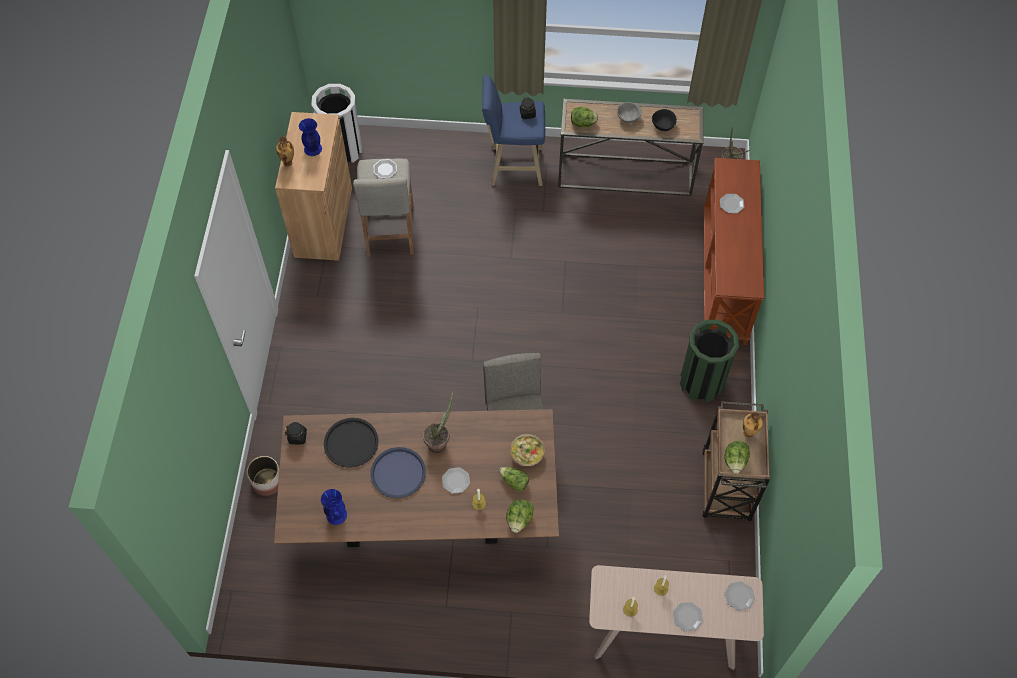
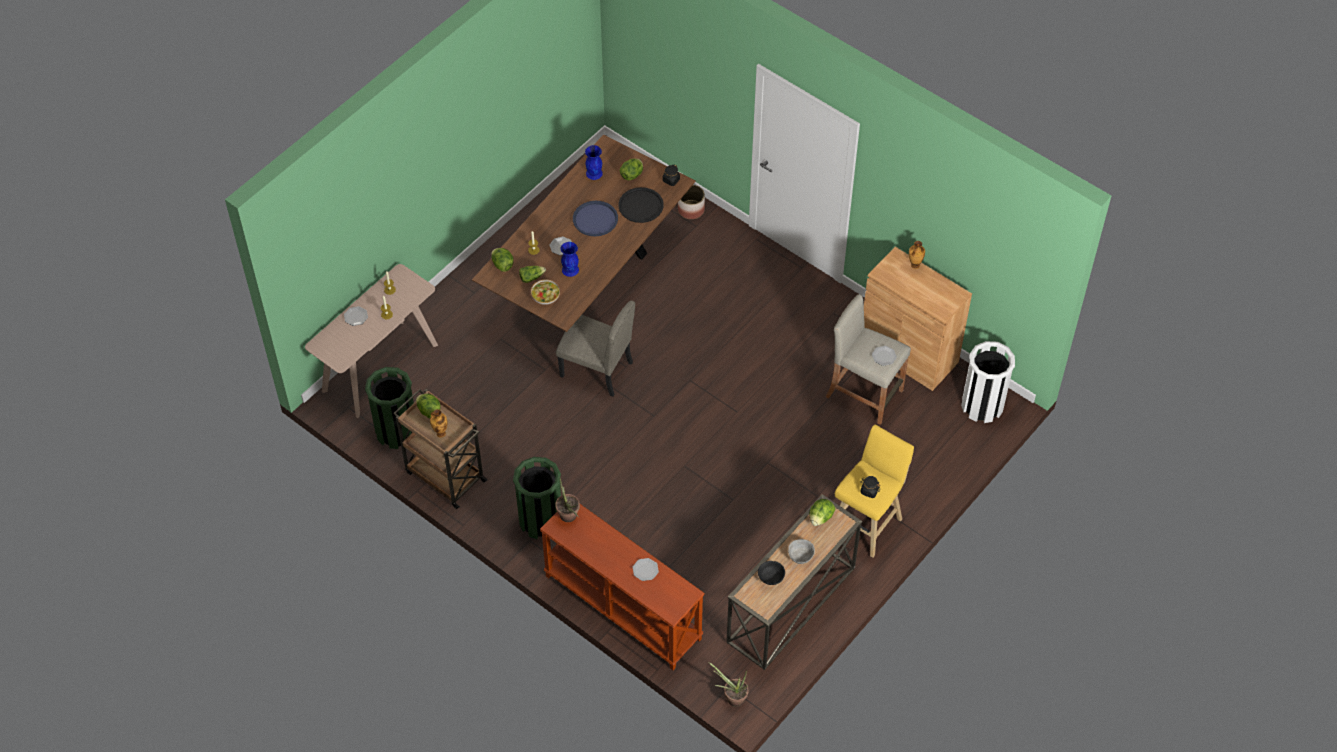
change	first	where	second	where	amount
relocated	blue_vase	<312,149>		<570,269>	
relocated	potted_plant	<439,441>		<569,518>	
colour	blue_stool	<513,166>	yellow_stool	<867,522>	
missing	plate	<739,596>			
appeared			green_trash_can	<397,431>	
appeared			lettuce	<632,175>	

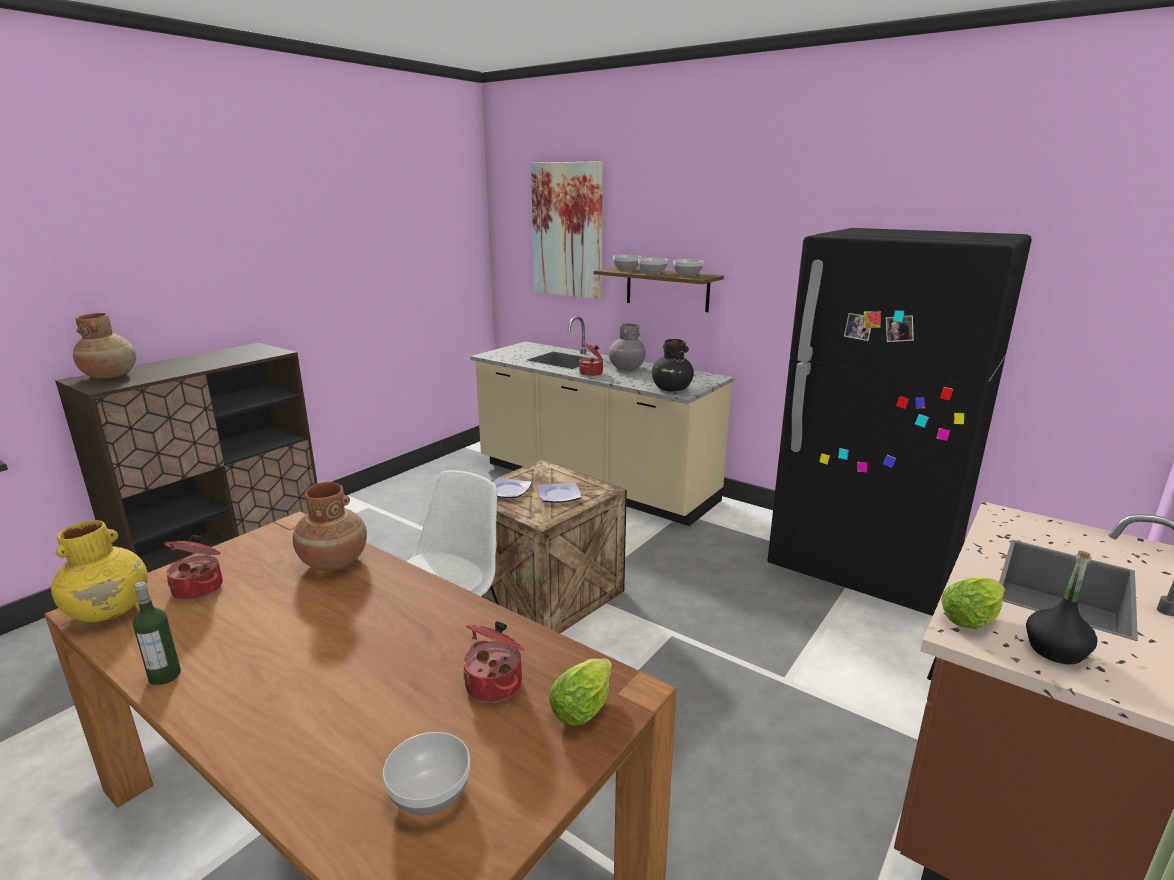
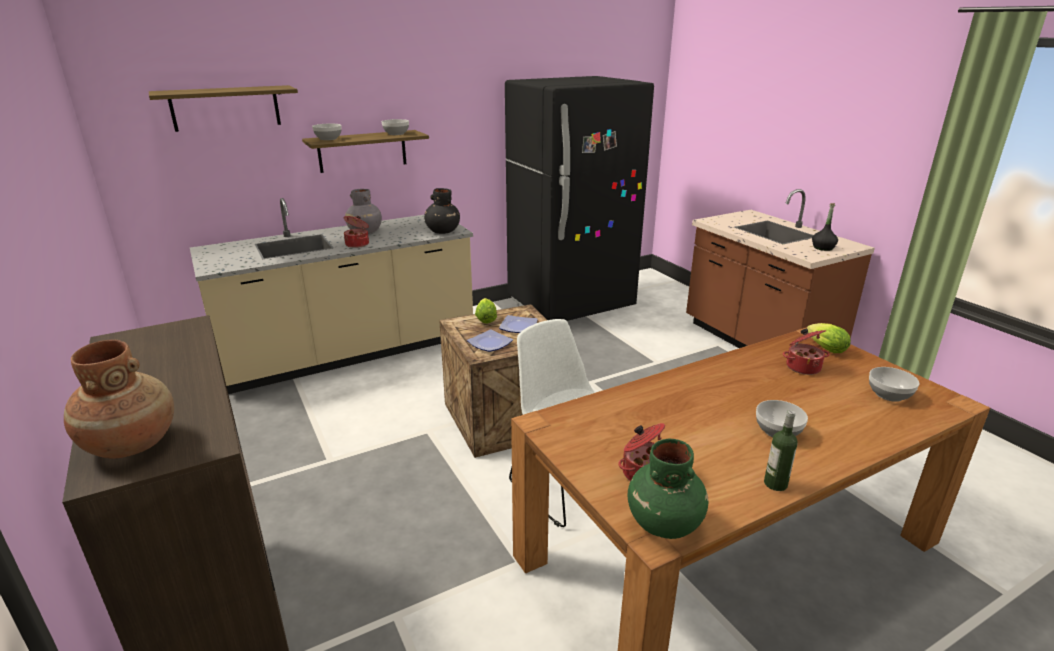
change	first	where	second	where	amount
colour	yellow_vase	<110,610>	green_vase	<664,522>	
missing	brown_vase	<334,562>			
exchanged	picture	<567,230>	shelf	<225,108>	
relocated	bowl	<652,273>		<777,431>	
relocated	lettuce	<972,618>		<486,319>	

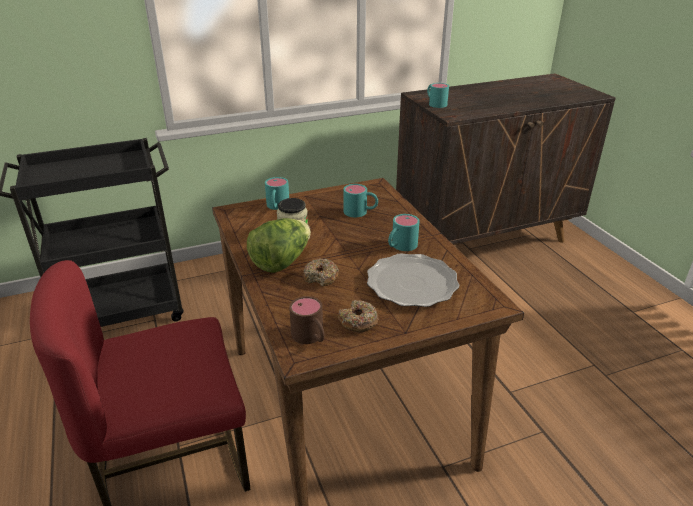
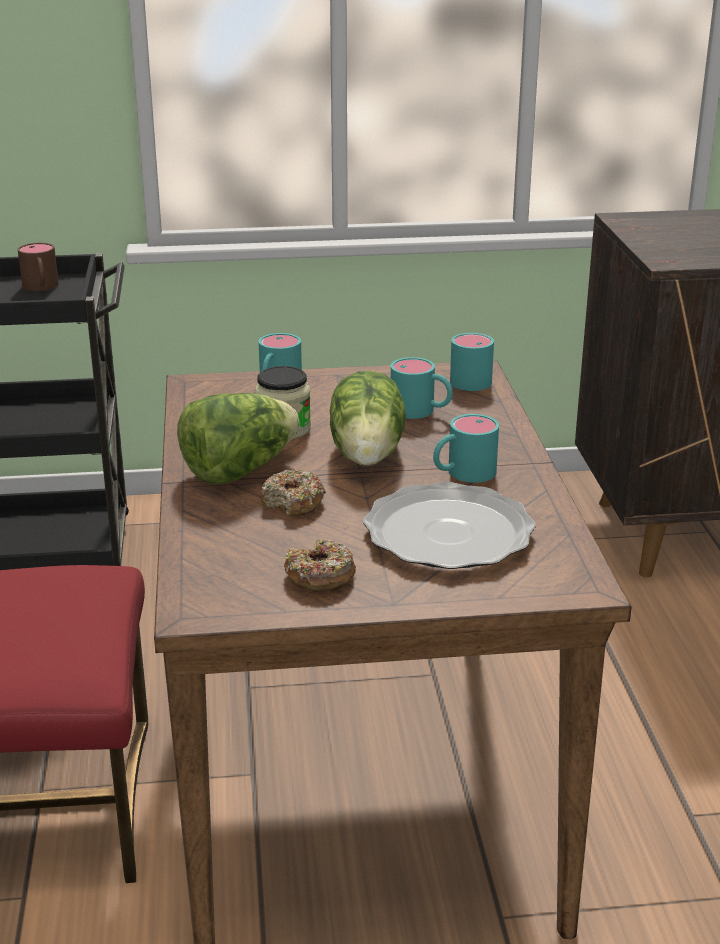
change	first	where	second	where	amount
relocated	brown_mug	<311,337>		<41,287>	
relocated	turquoise_mug	<435,103>		<467,378>	
appeared			lettuce	<369,454>	

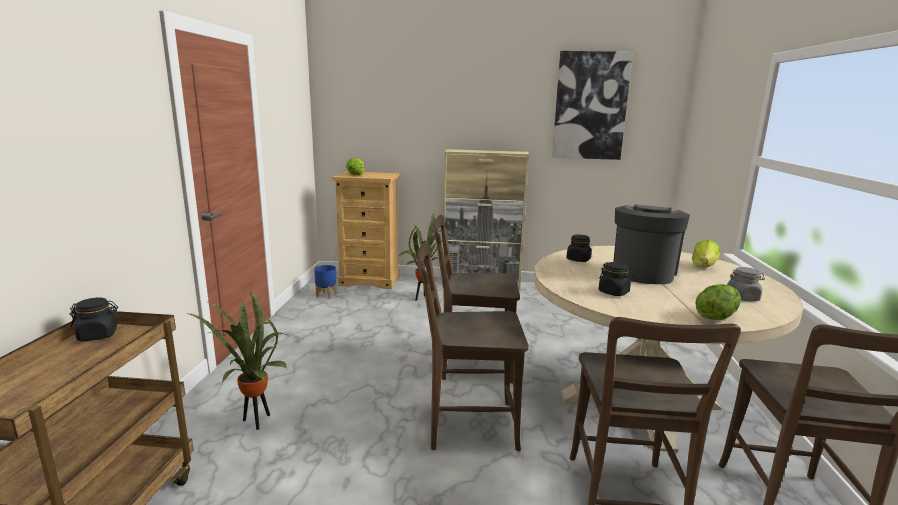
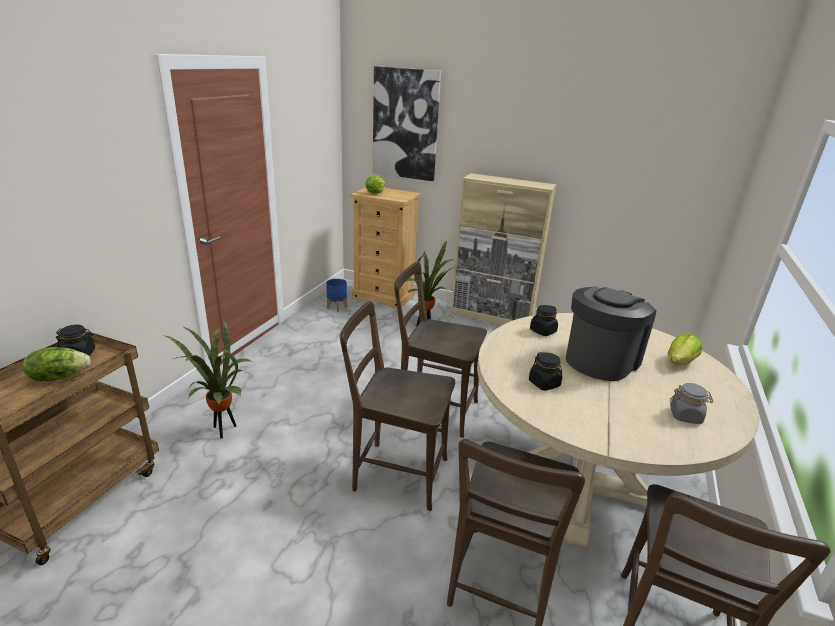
change	first	where	second	where	amount
relocated	picture	<590,106>		<405,124>	
relocated	lettuce	<715,316>		<59,377>	

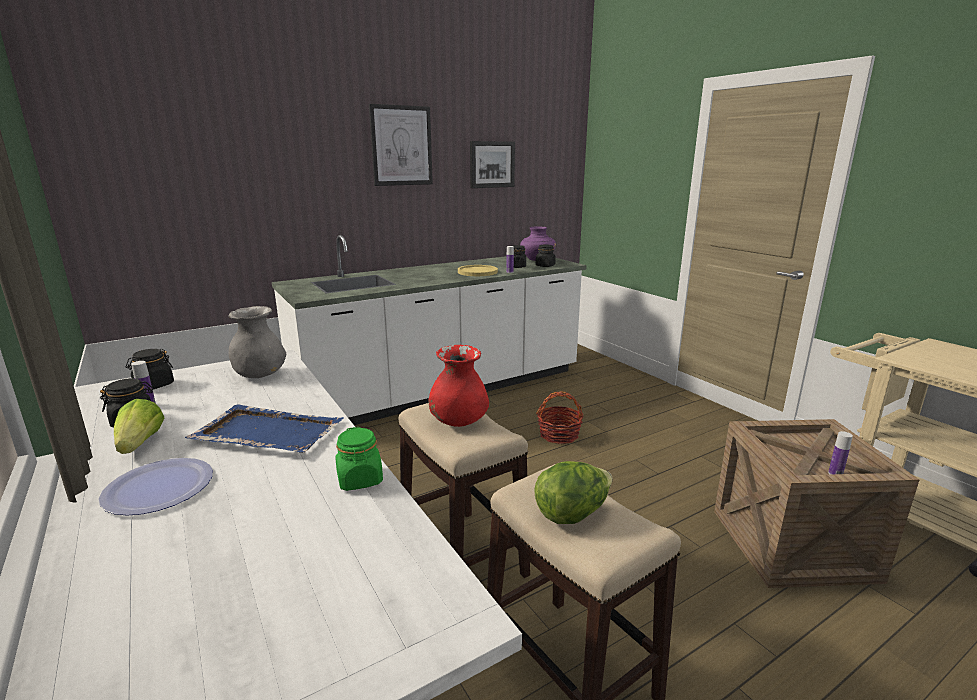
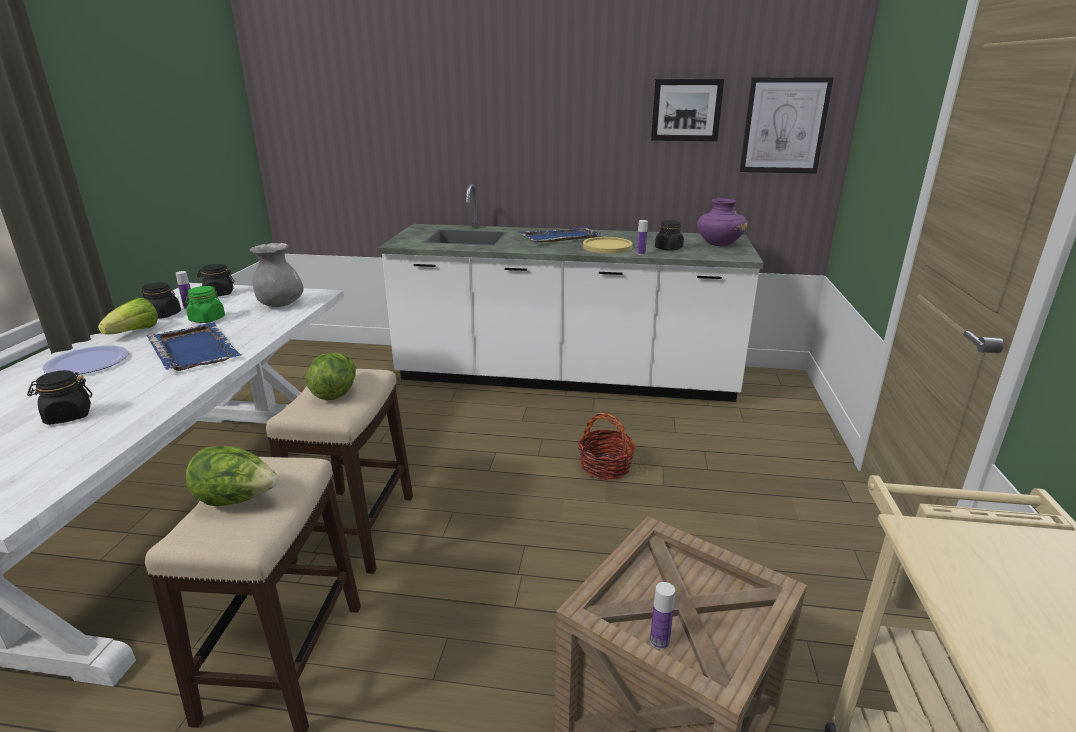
change	first	where	second	where	amount
relocated	green_jar	<360,479>		<207,319>	
relocated	picture	<401,146>		<784,126>	
exchanged	red_vase	<458,421>	lettuce	<335,392>	
relocated	black_jar	<545,266>		<68,416>	
appeared			blue_tray	<559,237>	

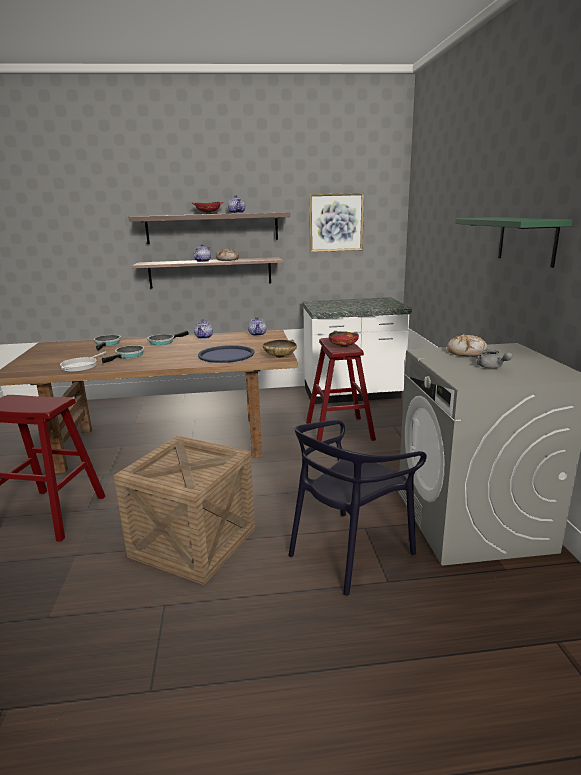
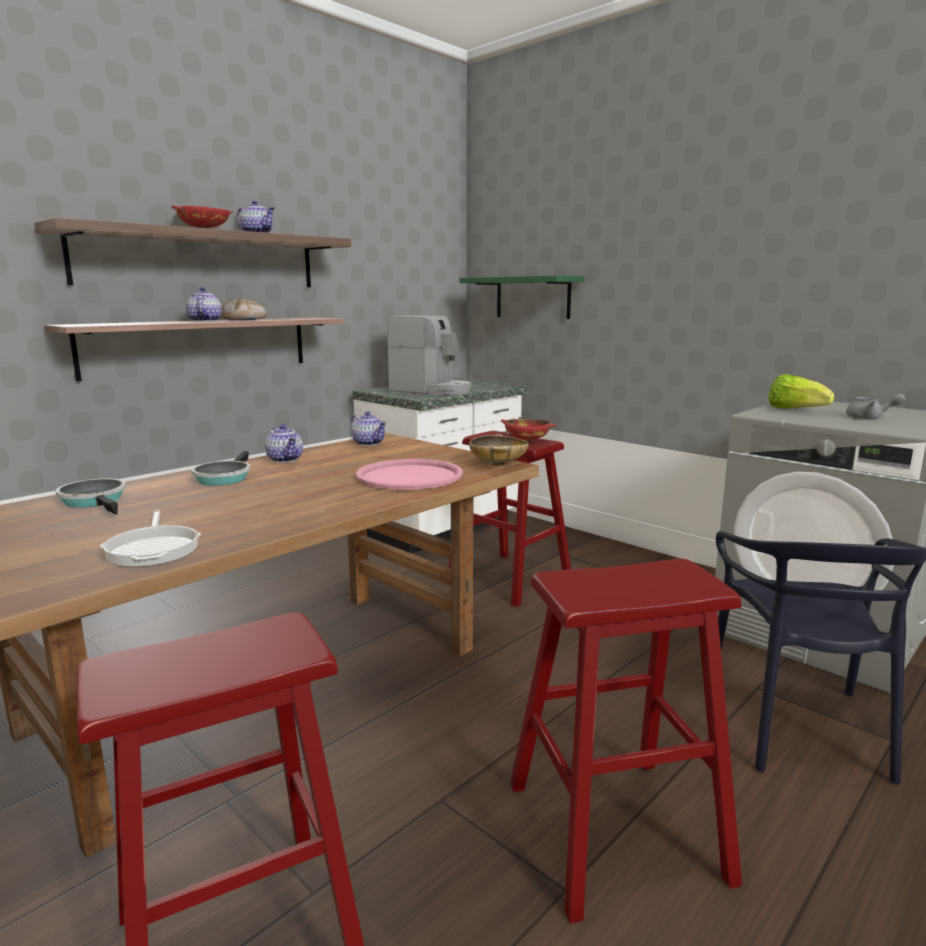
change	first	where	second	where	amount
missing	frying_pan	<128,356>			
exchanged	crate	<193,542>	red_stool	<614,831>	
colour	blue_tray	<226,355>	pink_tray	<409,476>	
missing	picture	<336,222>			
exchanged	bread	<466,352>	lettuce	<795,410>	
relocated	green_shelf	<527,240>		<532,297>	
appeared			coffee_machine	<432,390>	

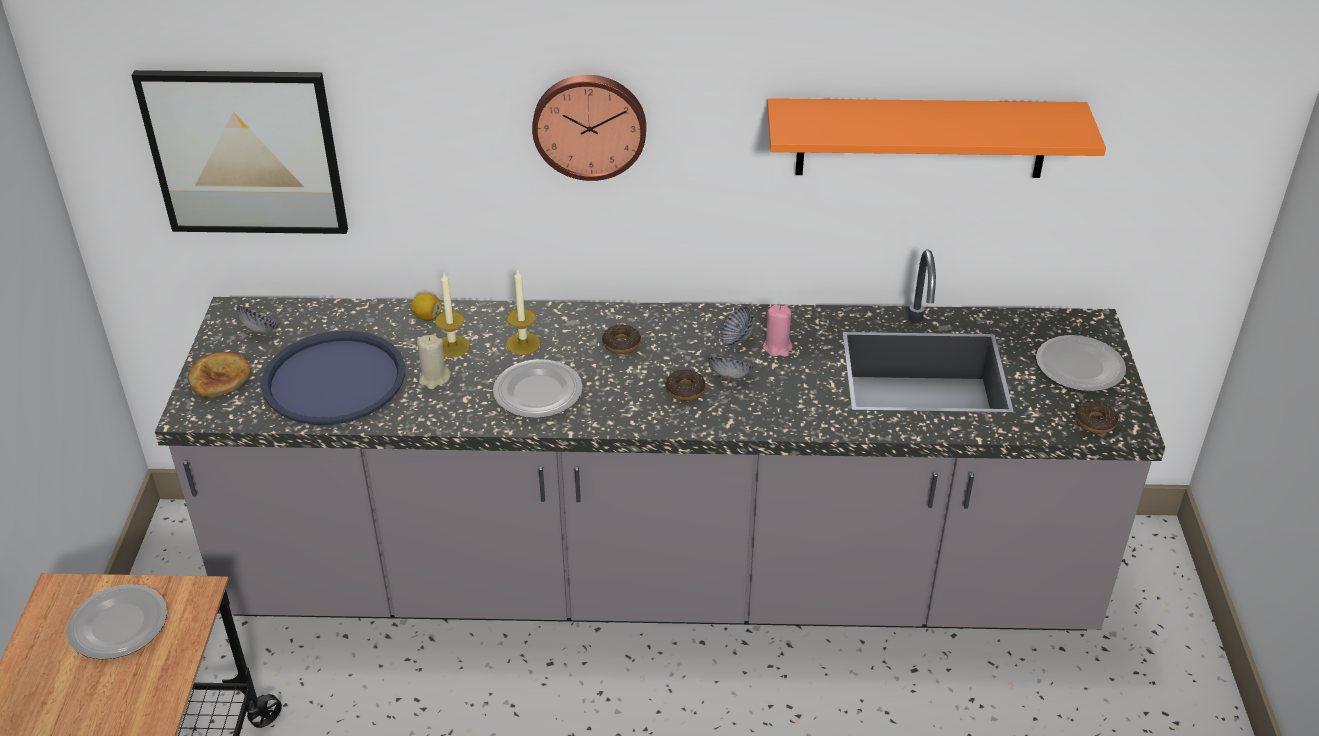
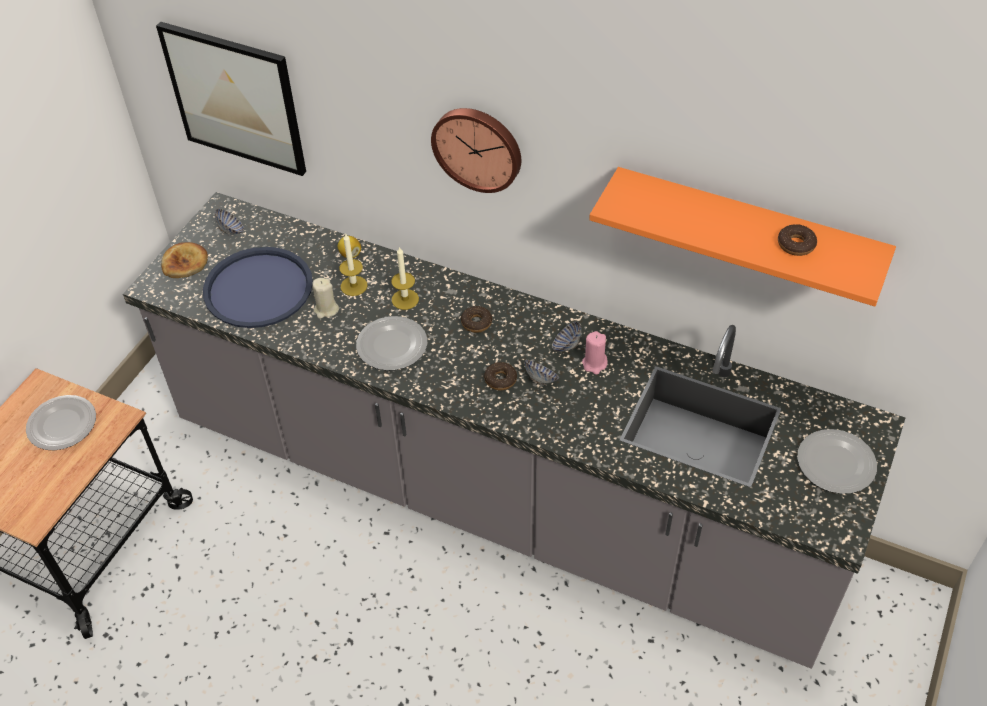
change	first	where	second	where	amount
relocated	donut	<1095,422>		<796,244>	

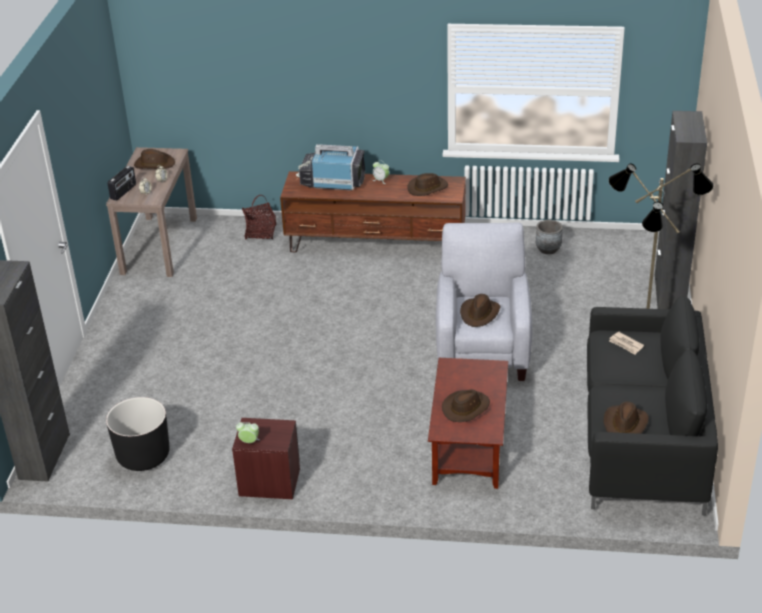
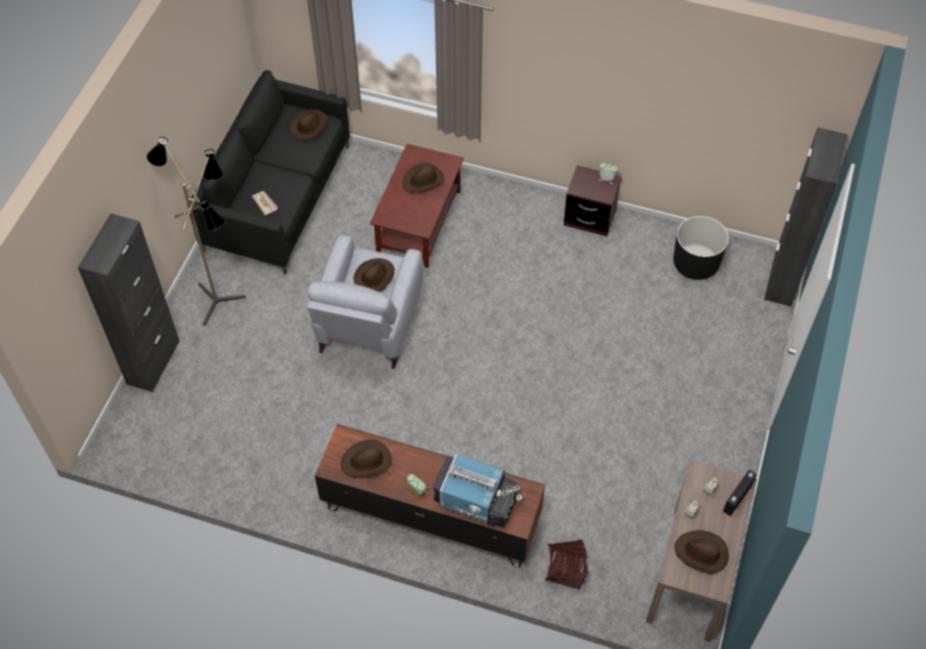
change	first	where	second	where	amount
missing	grey_planter	<548,249>			

